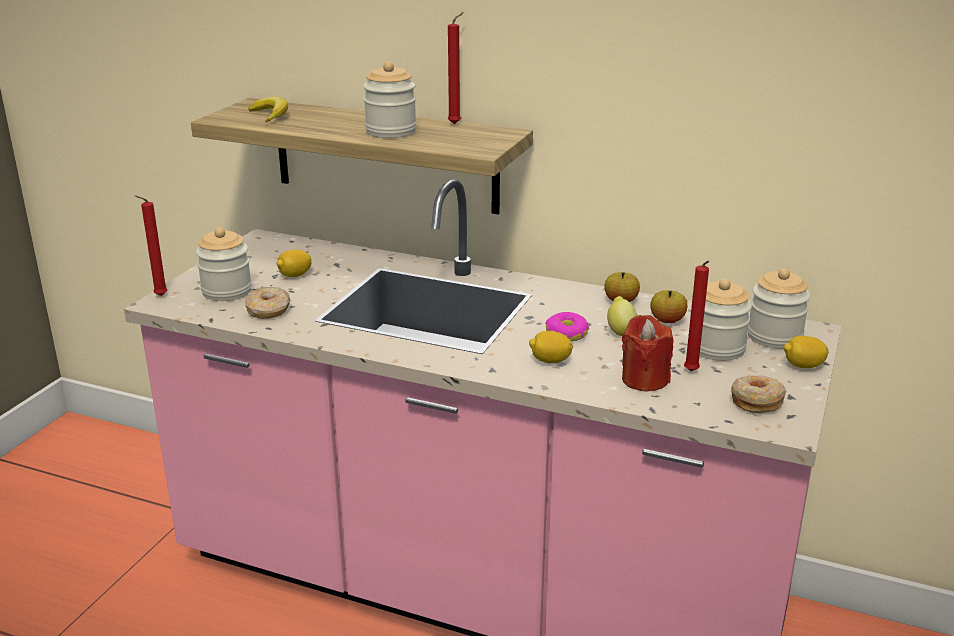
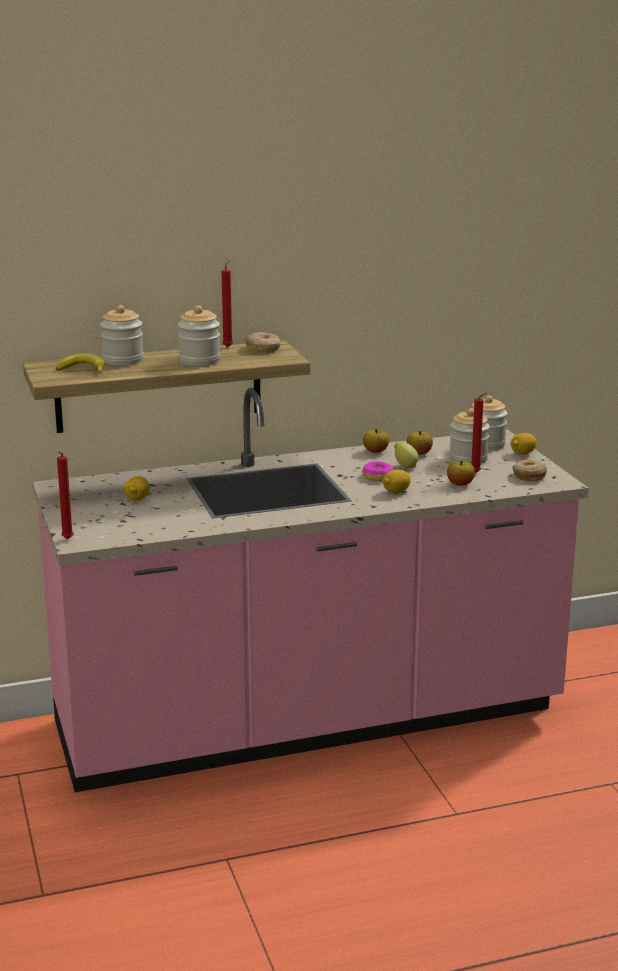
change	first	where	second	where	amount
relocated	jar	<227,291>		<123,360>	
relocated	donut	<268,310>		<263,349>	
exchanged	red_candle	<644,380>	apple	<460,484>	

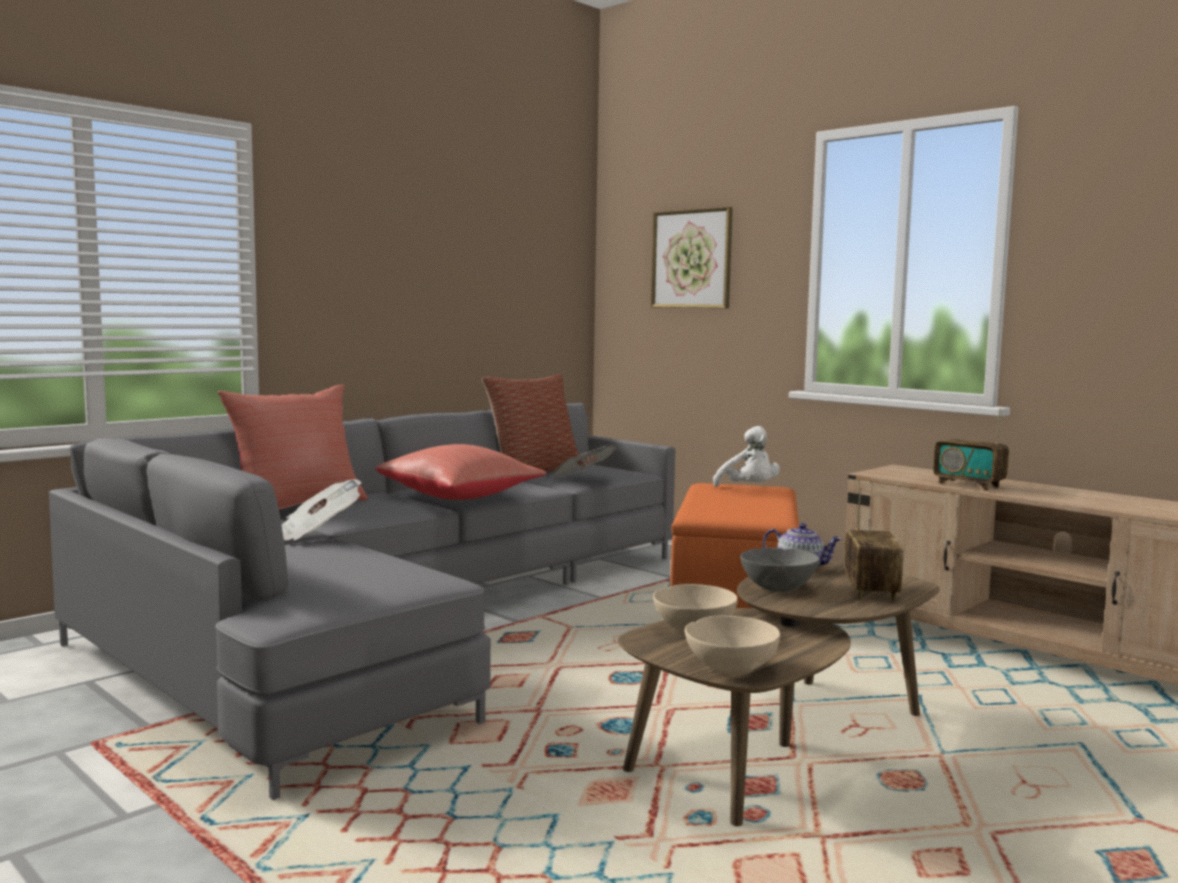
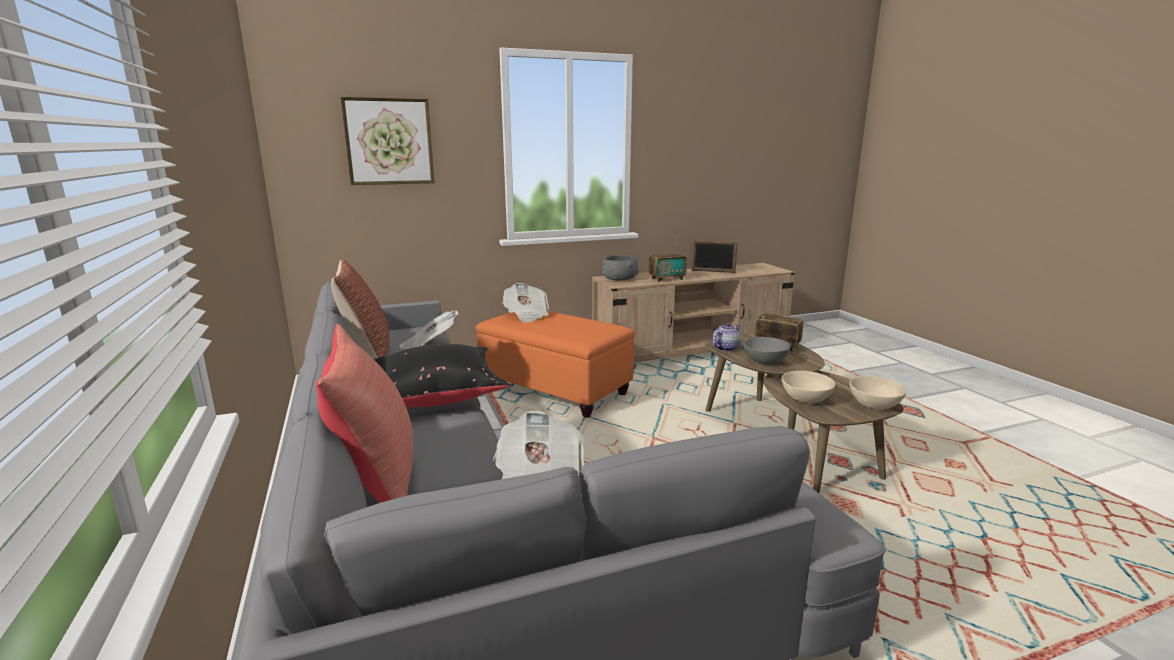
change	first	where	second	where	amount
colour	red_pillow	<461,497>	black_pillow	<437,396>	
exchanged	white_plush_toy	<749,489>	newspaper	<526,315>	
appeared			grey_bowl	<620,278>	
appeared			picture_frame	<713,271>	

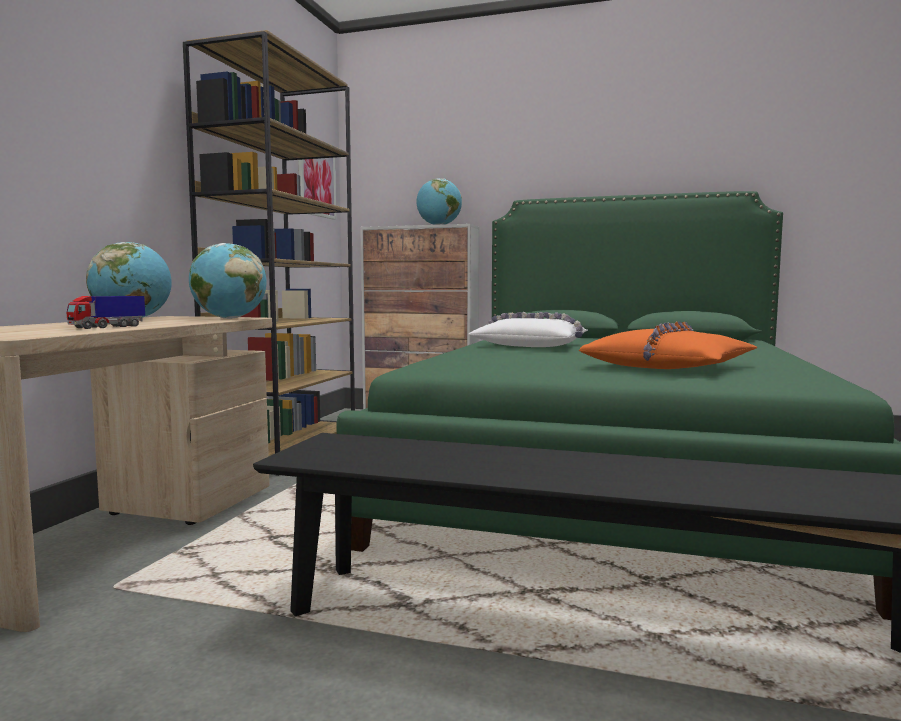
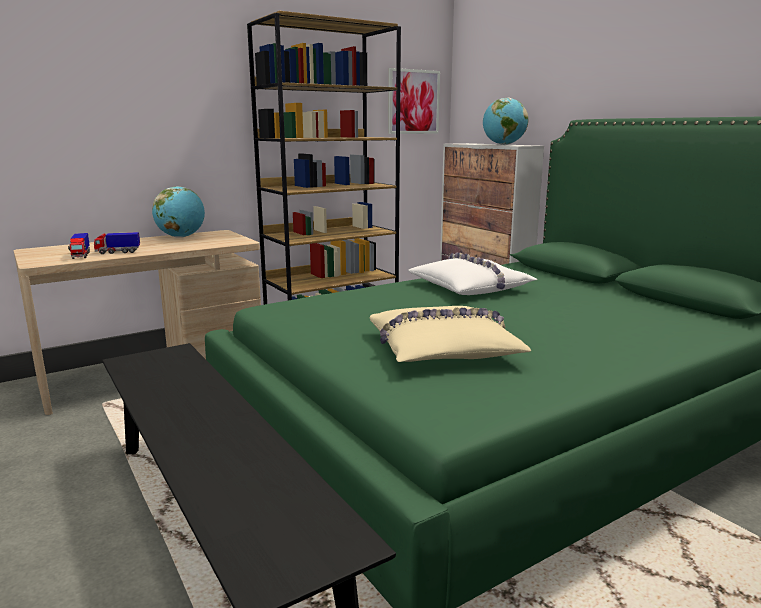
change	first	where	second	where	amount
missing	globe	<229,318>			
colour	orange_pillow	<668,367>	beige_pillow	<443,349>	
appeared			toy_truck	<81,255>	

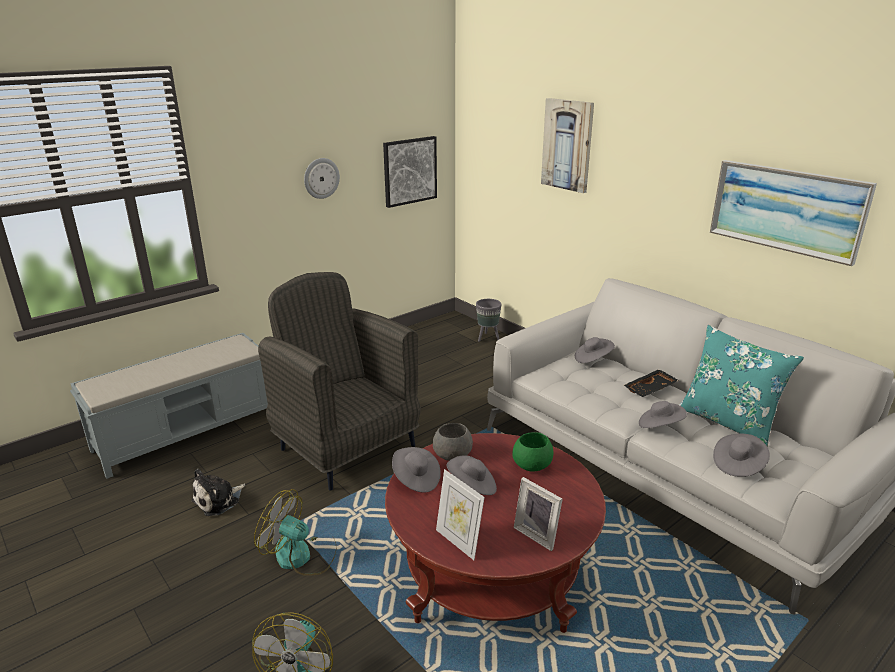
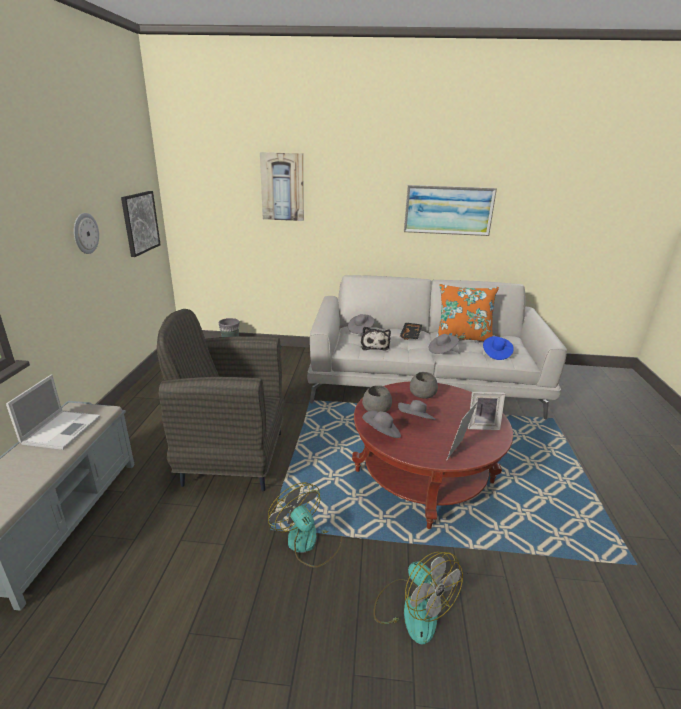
change	first	where	second	where	amount
relocated	plush_toy	<219,500>		<374,345>	
spun	fan	<301,556>		<308,543>	75 degrees clockwise
spun	picture_frame	<459,542>		<458,451>	120 degrees clockwise
colour	green_bowl	<532,464>	grey_bowl	<422,394>	
colour	turquoise_pillow	<728,422>	orange_pillow	<462,337>	
colour	grey_hat	<738,464>	blue_hat	<496,354>	
appeared			laptop	<62,429>	

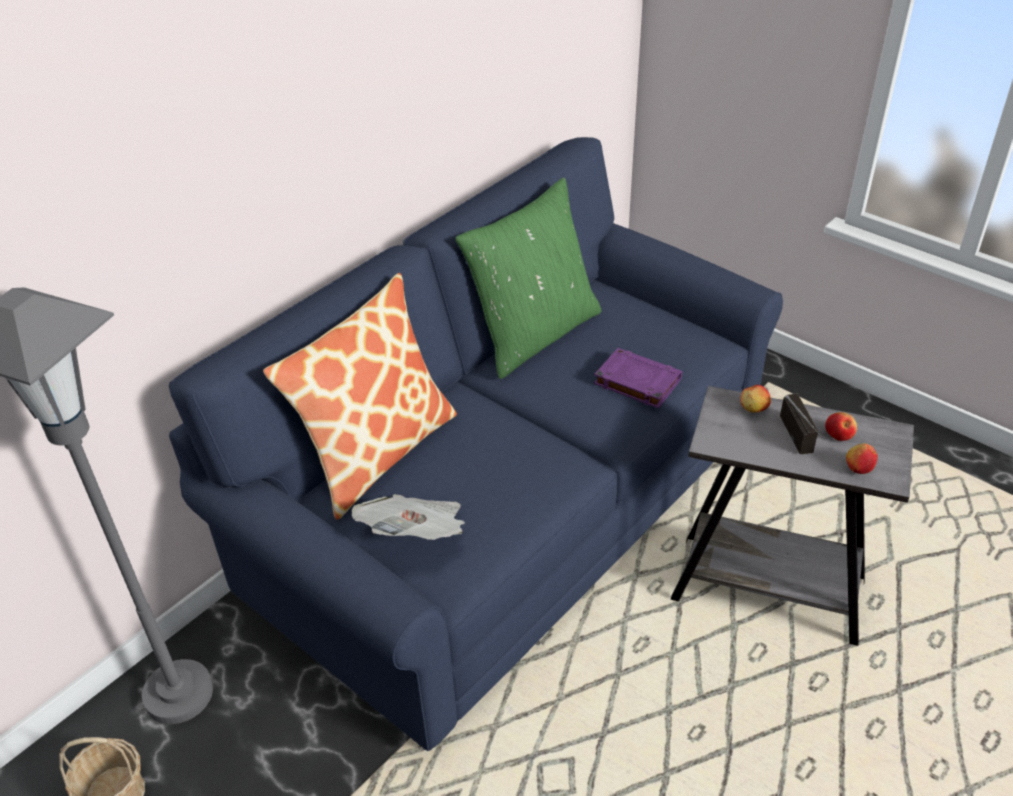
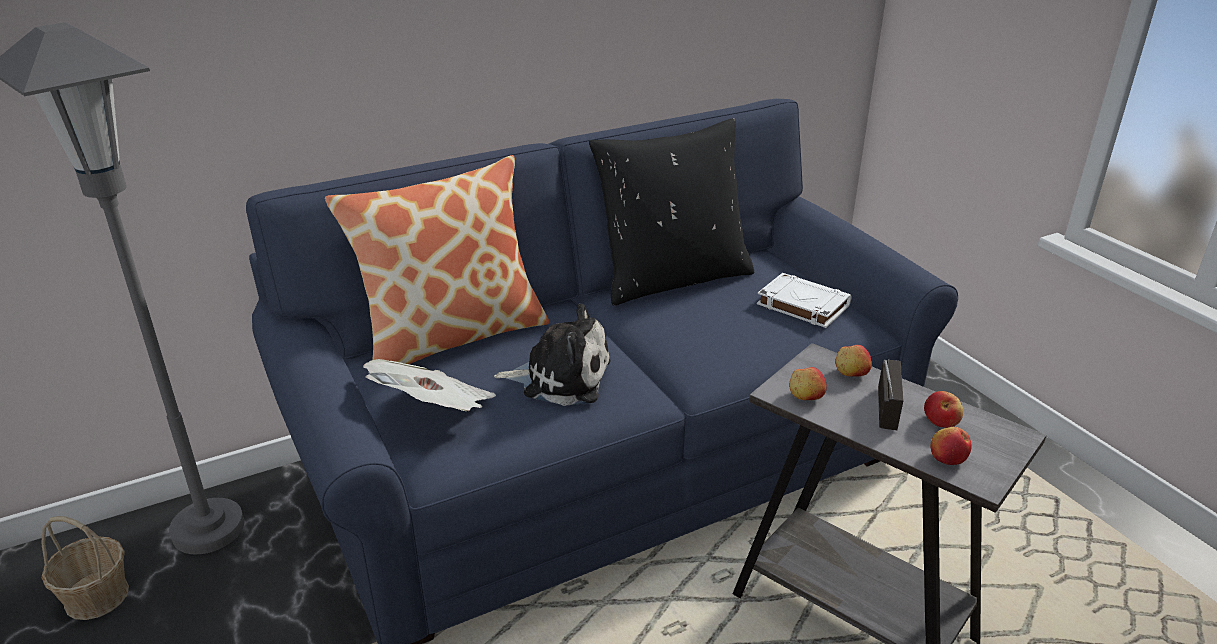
change	first	where	second	where	amount
colour	green_pillow	<534,334>	black_pillow	<672,278>	
missing	purple_book	<636,382>			
appeared			plush_toy	<561,377>	
appeared			white_book	<802,305>	
appeared			apple	<806,397>	

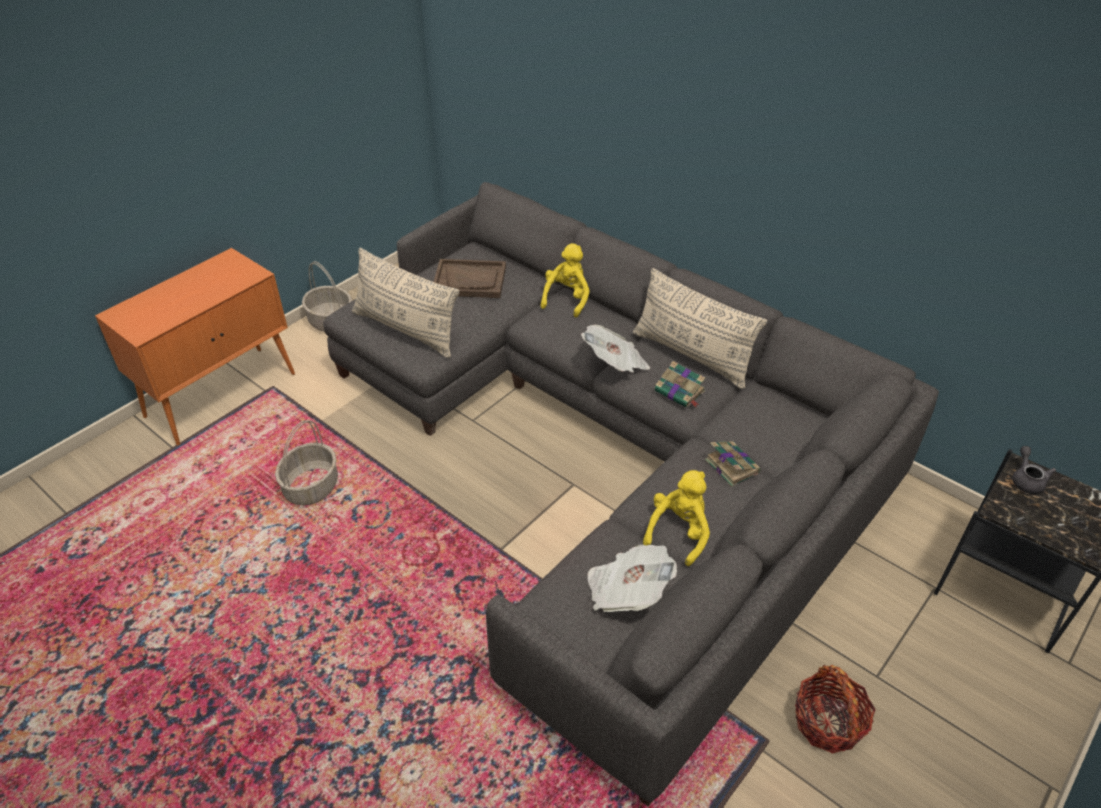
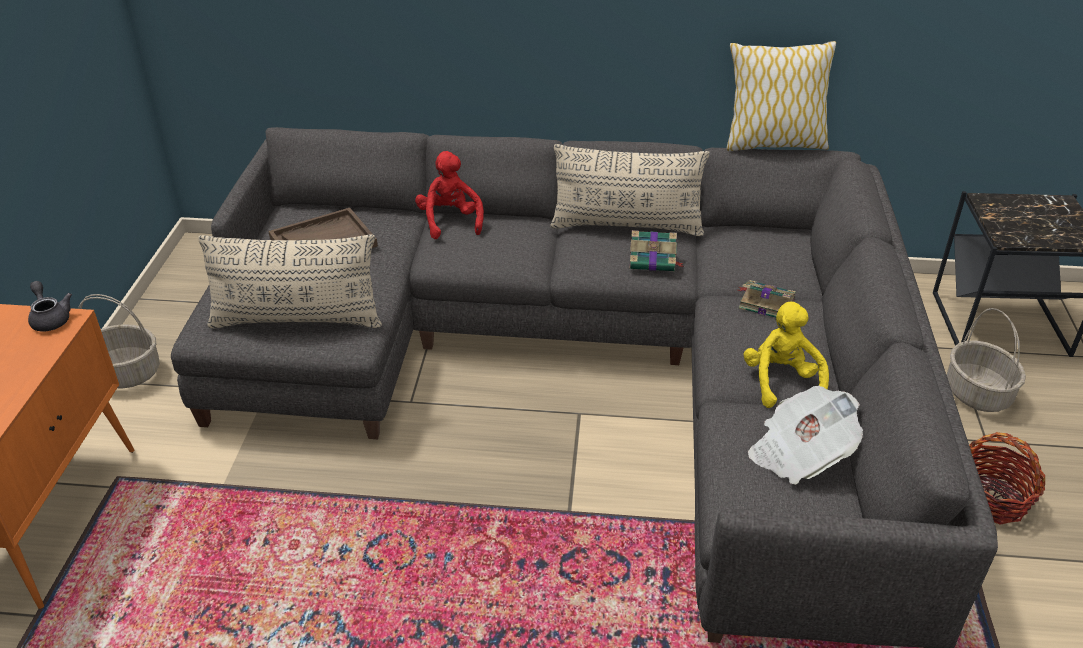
change	first	where	second	where	amount
relocated	basket	<311,486>		<976,393>	
colour	yellow_plush_toy	<567,299>	red_plush_toy	<450,221>	
missing	newspaper	<615,364>			
relocated	grey_teapot	<1026,480>		<50,318>	
appeared			pillow	<773,144>	

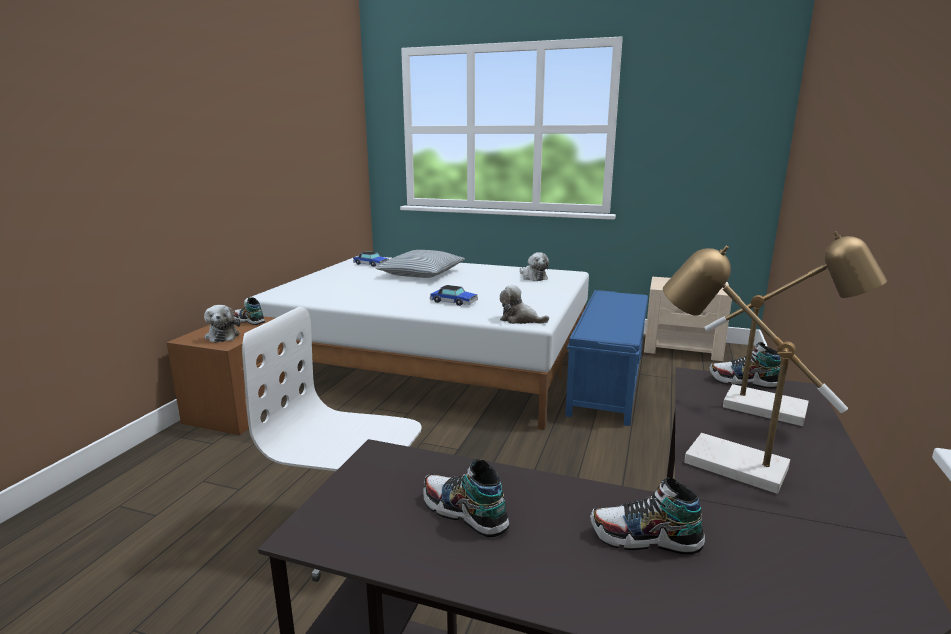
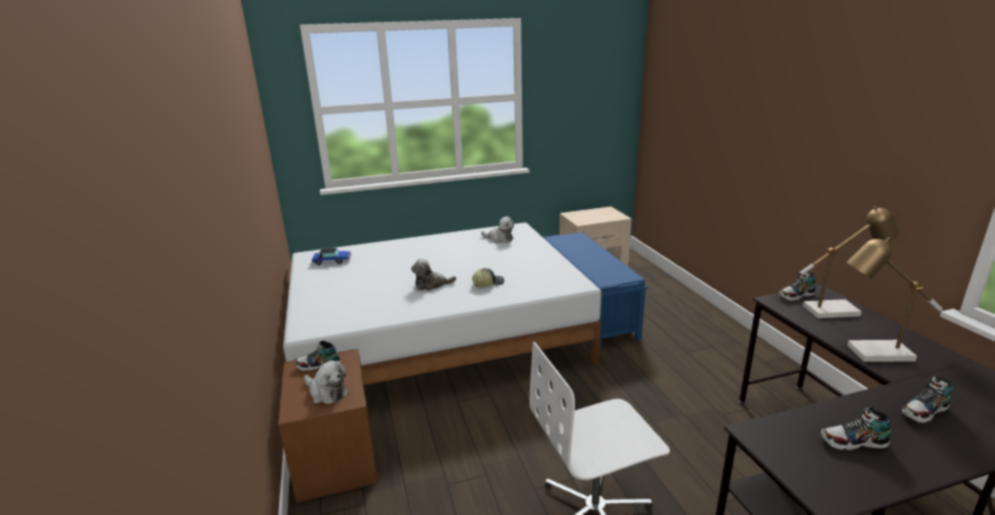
change	first	where	second	where	amount
missing	pillow	<421,273>			
exchanged	toy_car	<453,302>	cap	<488,283>	
relocated	plush_toy	<520,320>		<431,284>	

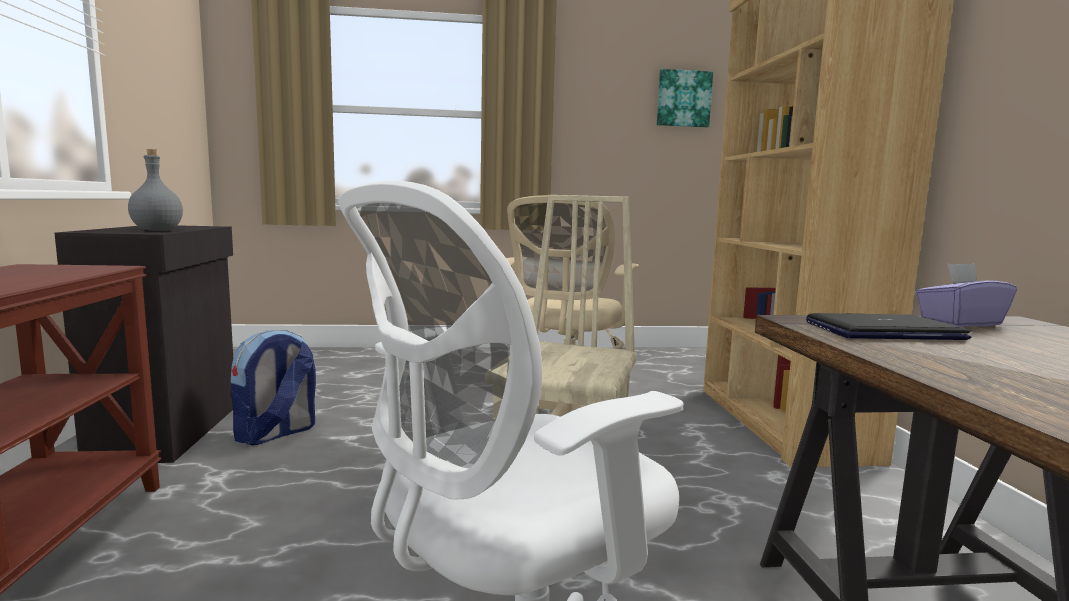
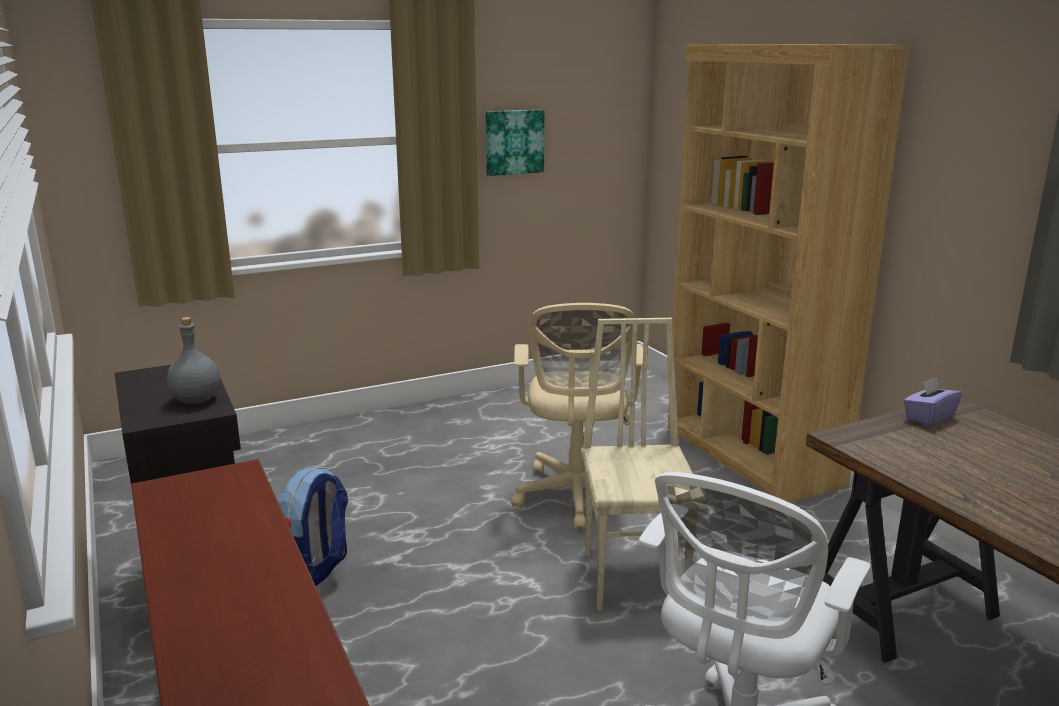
change	first	where	second	where	amount
relocated	picture	<683,99>		<514,142>	
missing	laptop	<883,331>			

